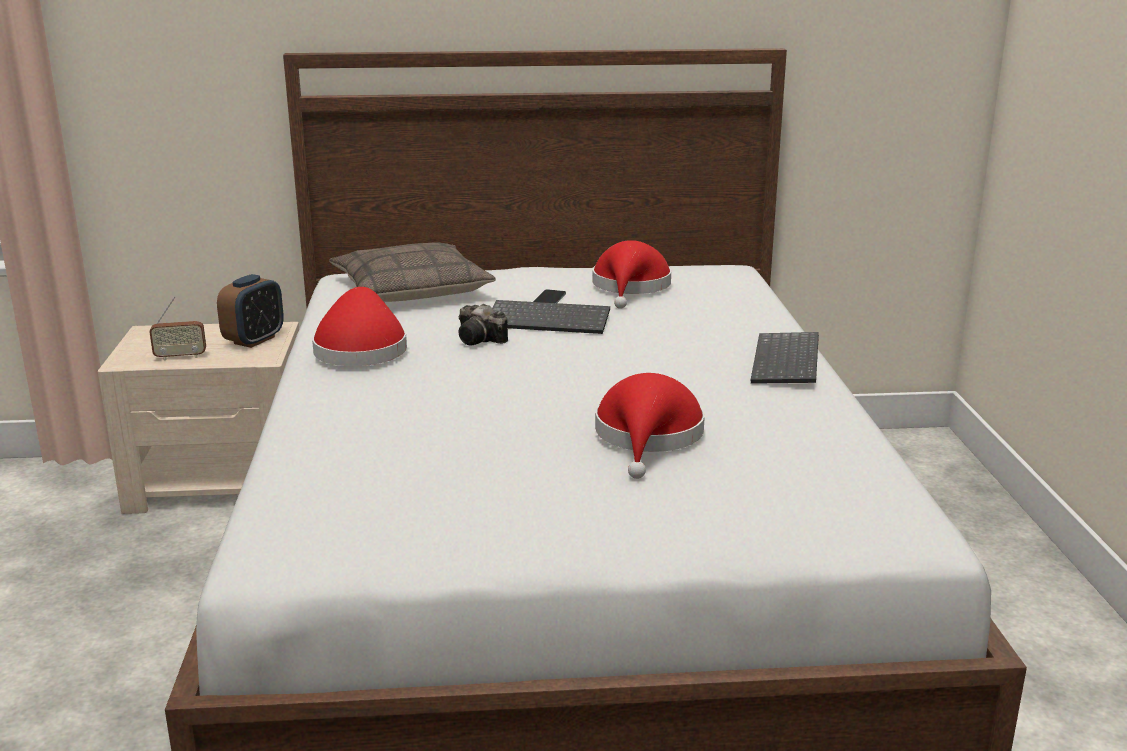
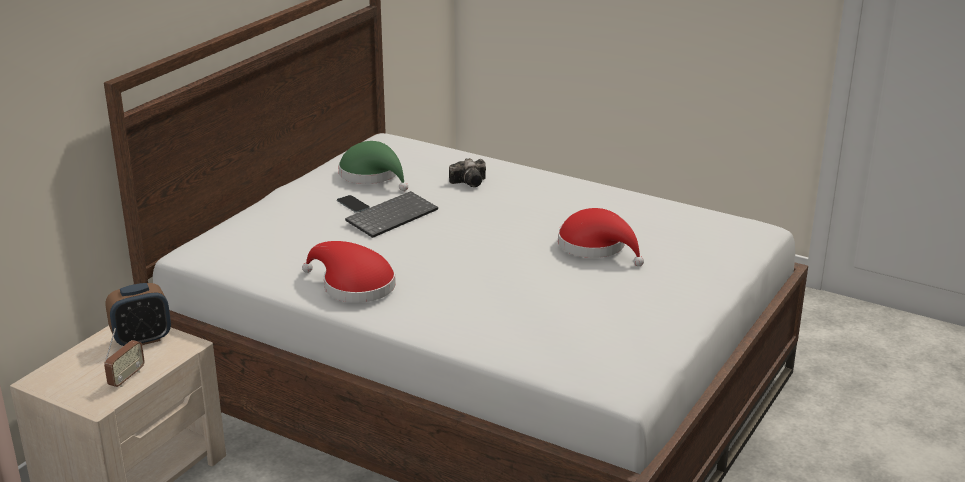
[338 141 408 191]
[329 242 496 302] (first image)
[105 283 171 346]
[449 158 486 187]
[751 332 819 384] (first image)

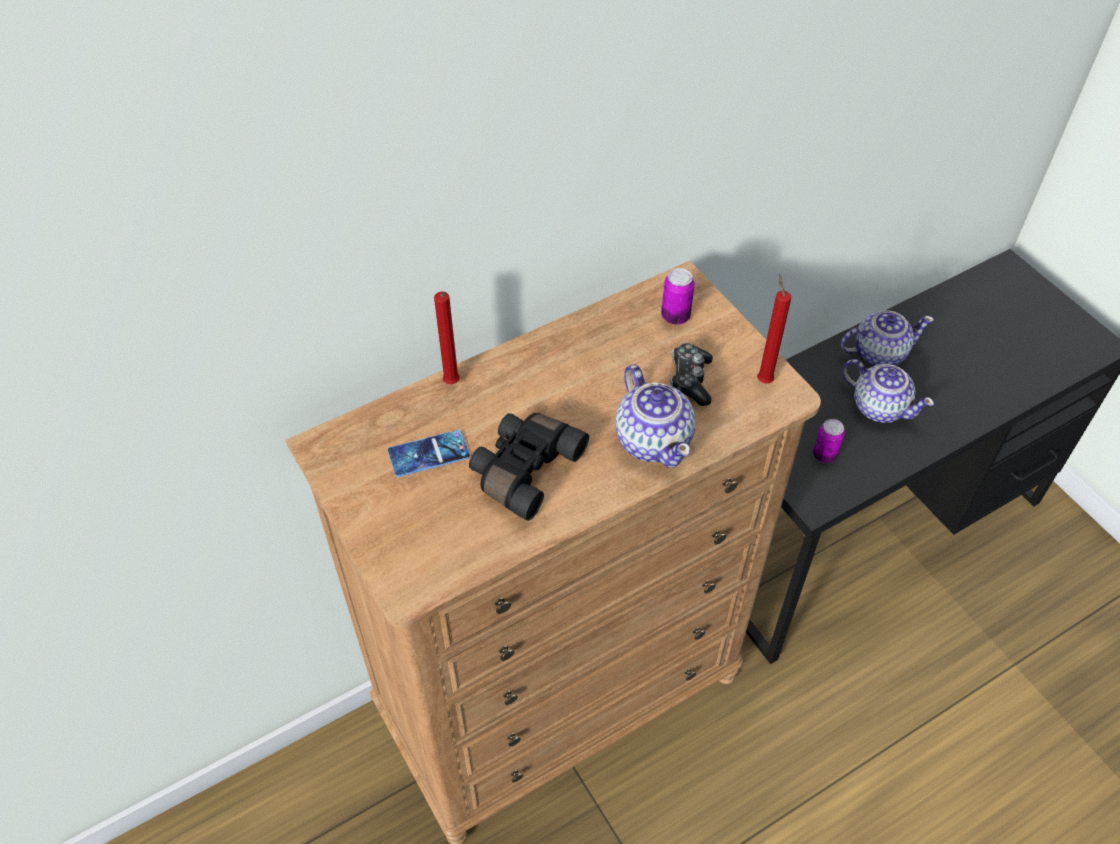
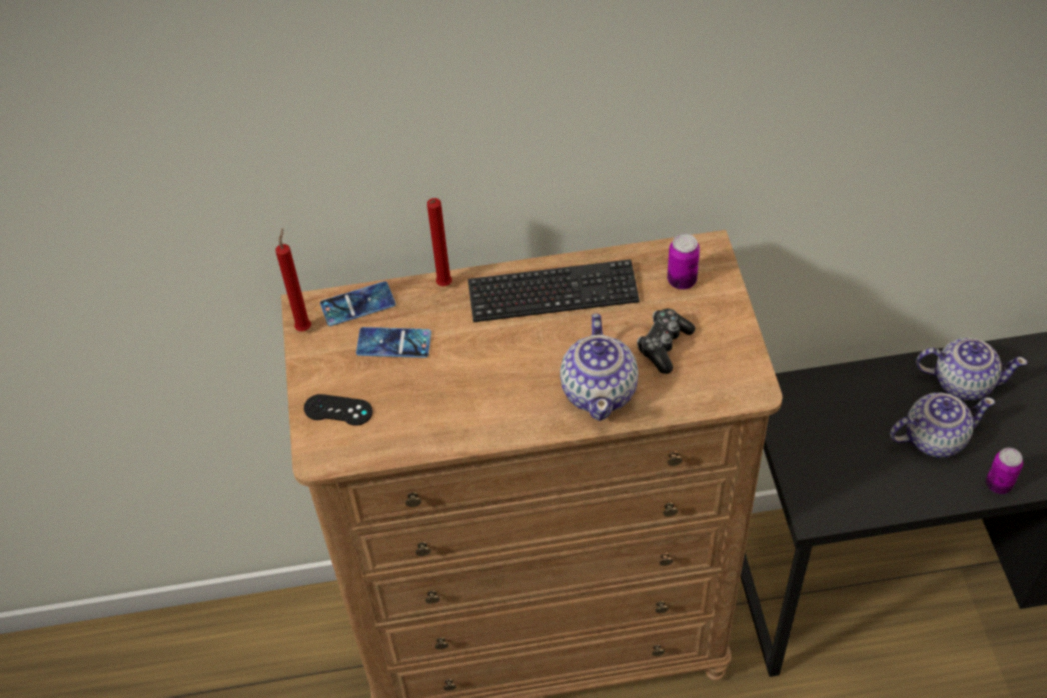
[276 228 311 332]
[890 392 995 458]
[469 413 589 521] (first image)
[986 448 1023 494]
[468 259 640 322]
[320 281 396 326]
[304 394 373 426]

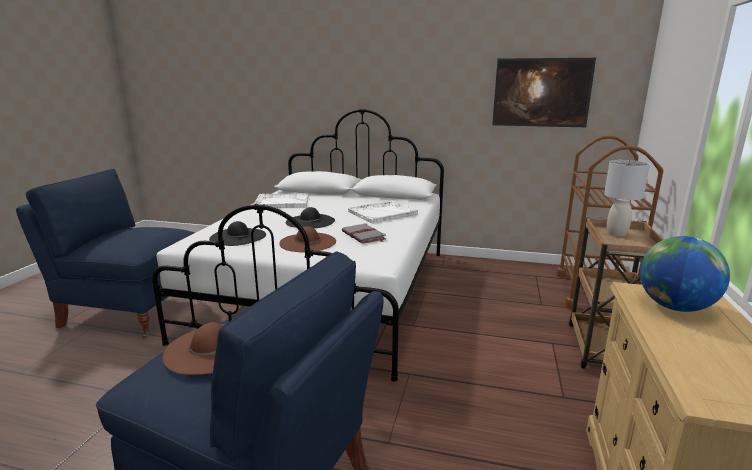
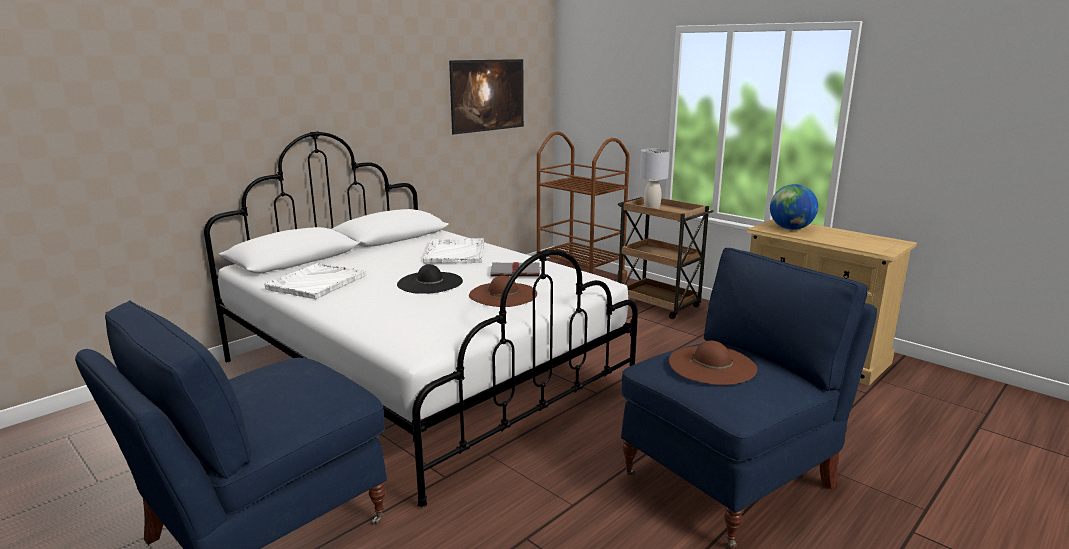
[209 221 266 246] (first image)

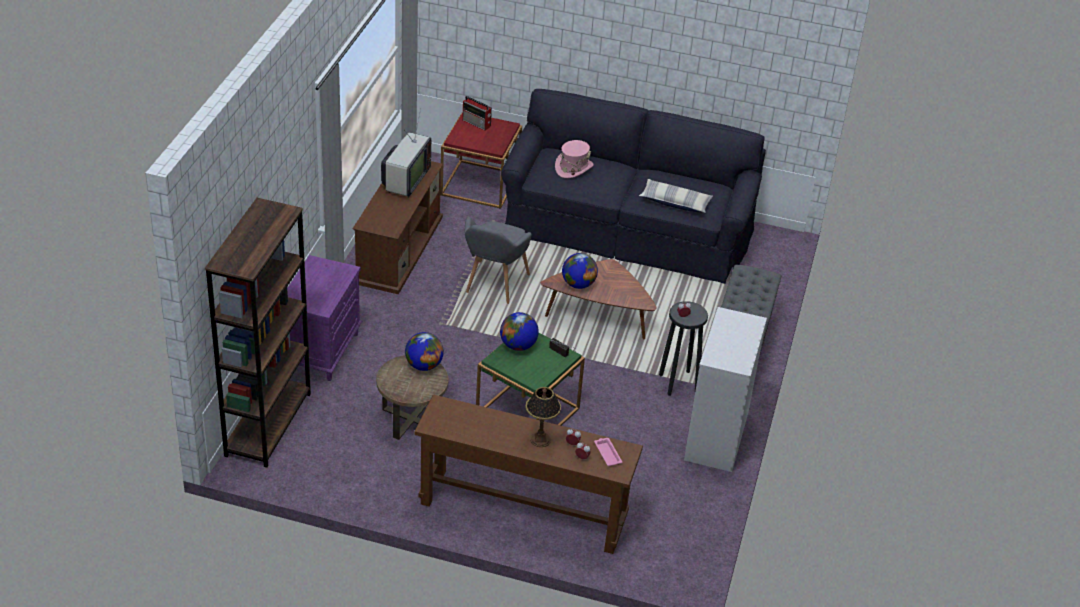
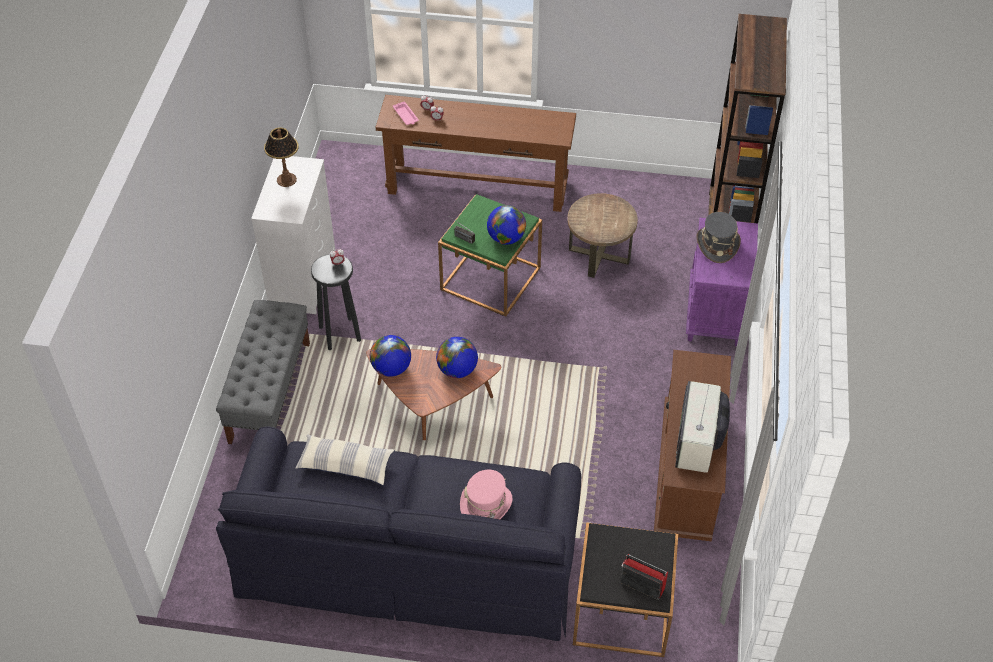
[573 522 678 657]
[465 217 532 304] (first image)
[370 335 411 377]
[264 127 299 187]
[697 212 741 263]

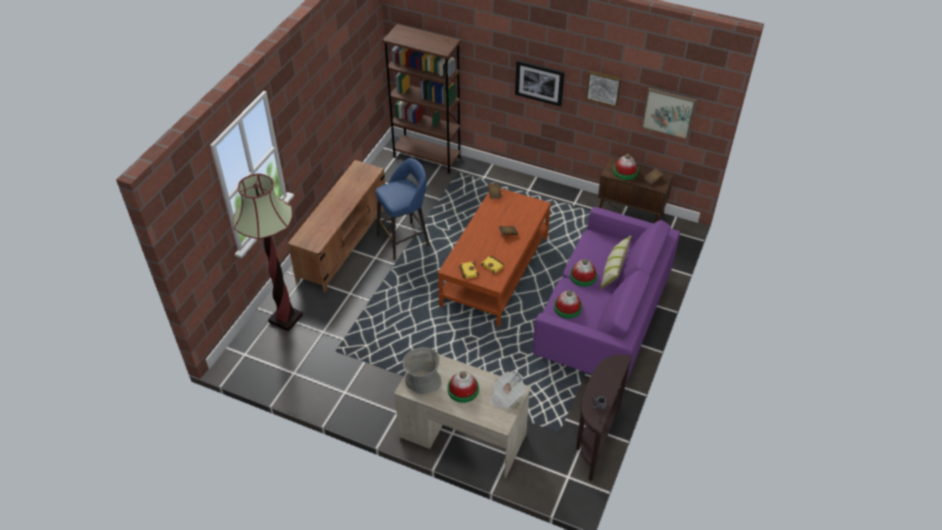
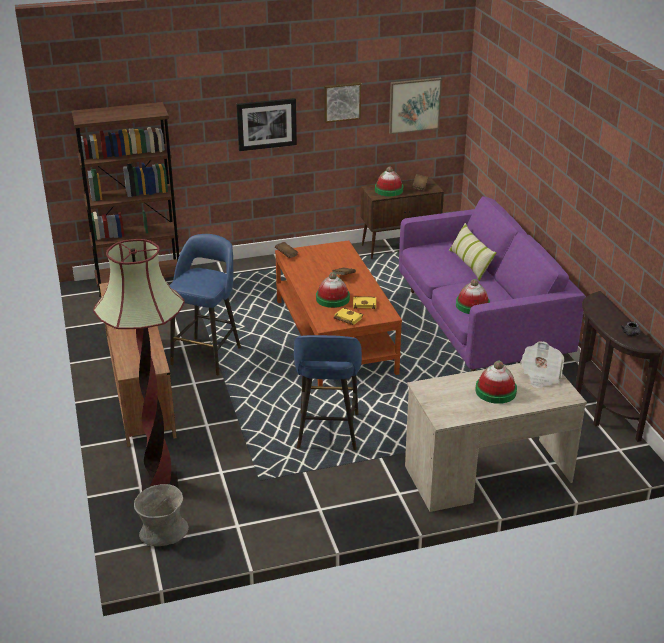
[316 272 350 308]
[134 484 189 546]
[294 335 362 450]

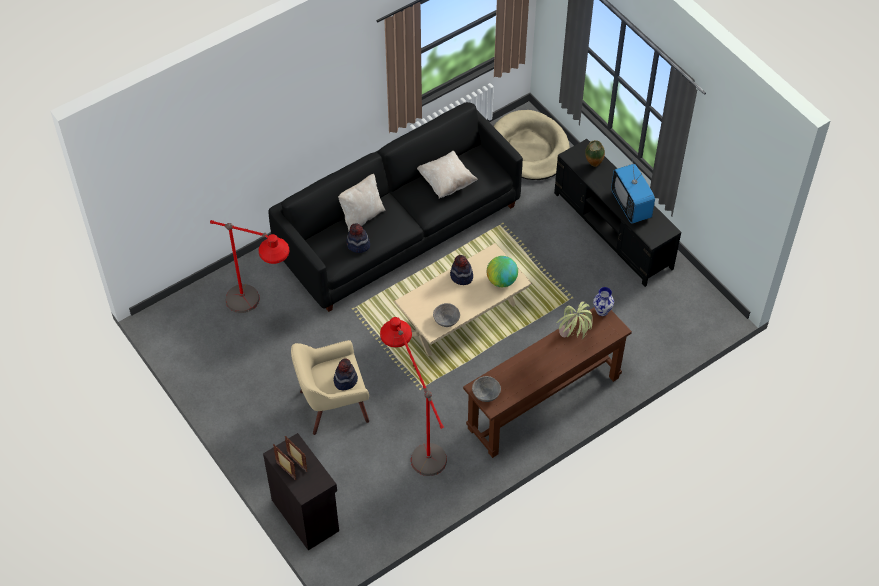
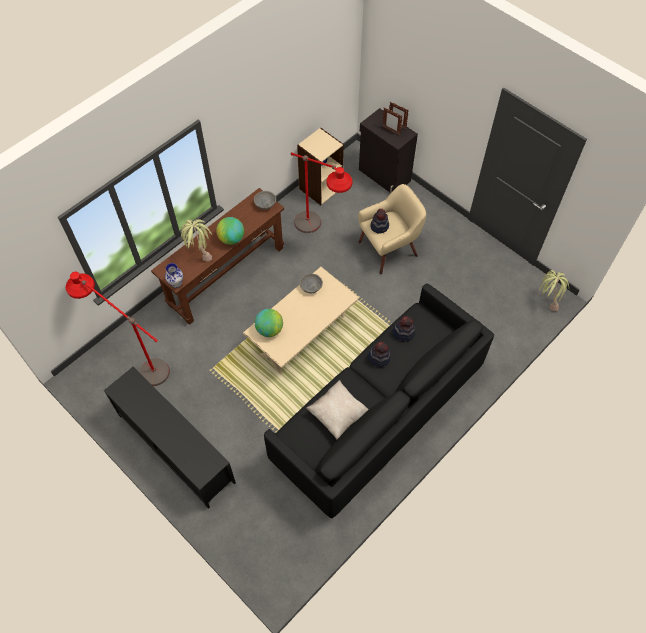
[493 110 570 180] (first image)
[585 140 605 167] (first image)
[611 158 655 224] (first image)
[338 174 386 233] (first image)
[66 272 170 386]
[368 342 390 367]
[297 127 344 205]
[216 217 244 245]
[539 270 569 311]

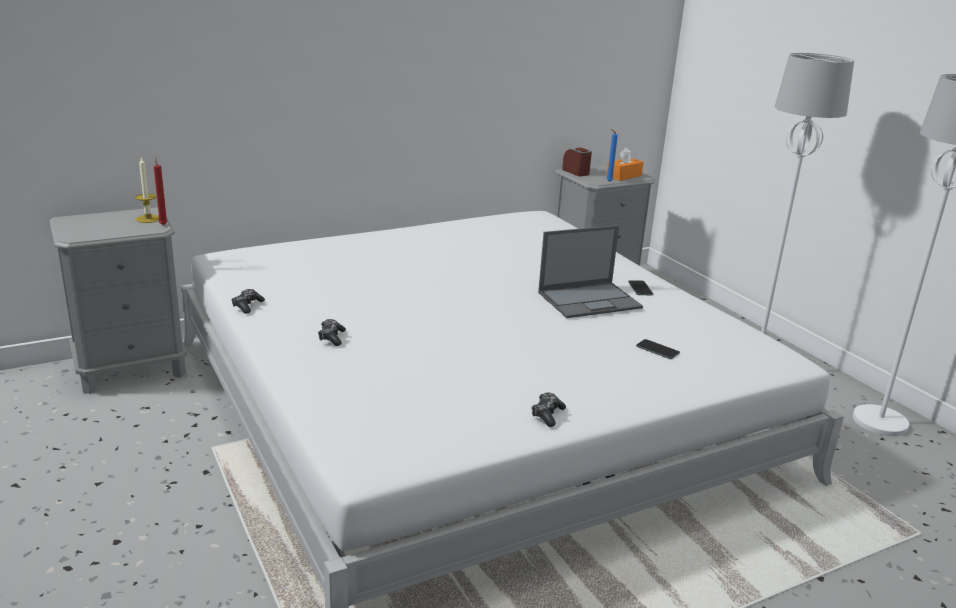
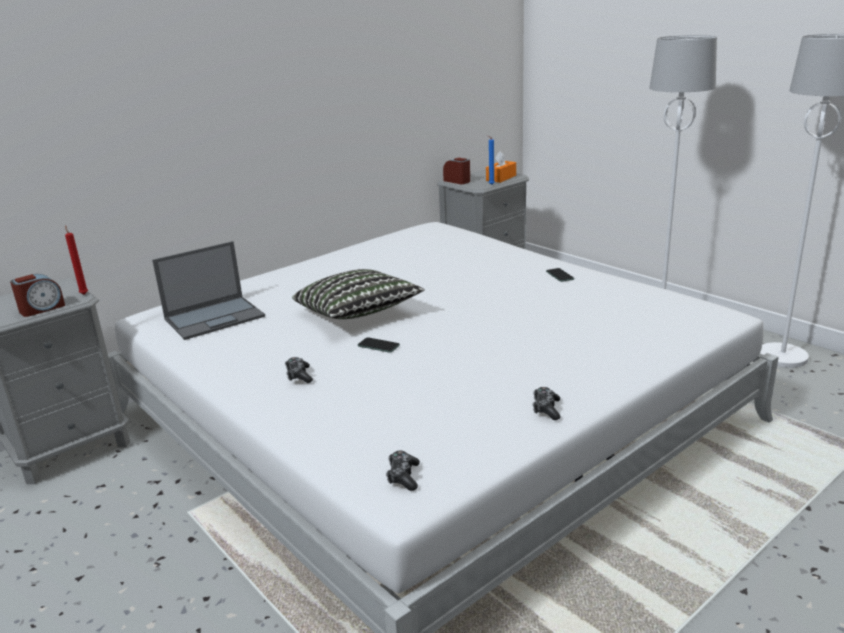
[135 157 159 223] (first image)
[152 241 265 340]
[386 451 420 491]
[358 337 400 353]
[292 269 424 319]
[10 274 65 317]

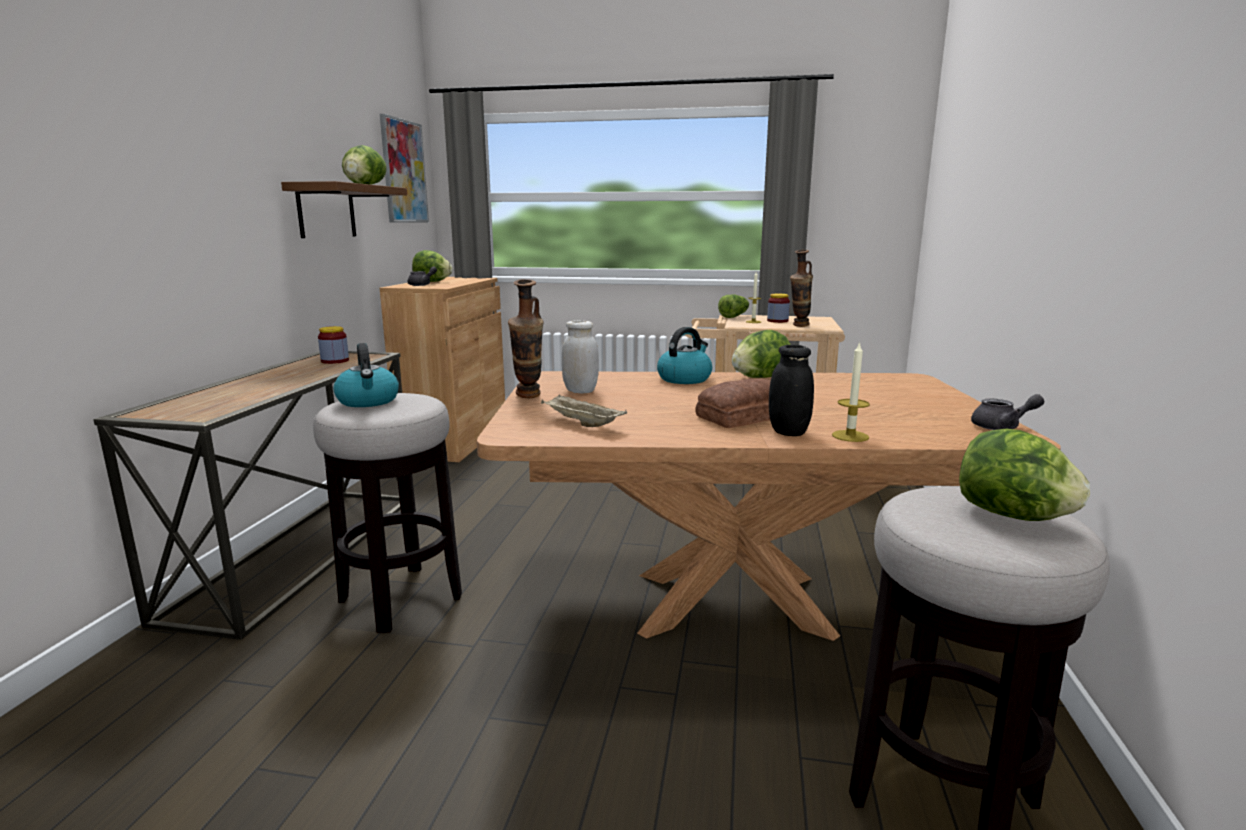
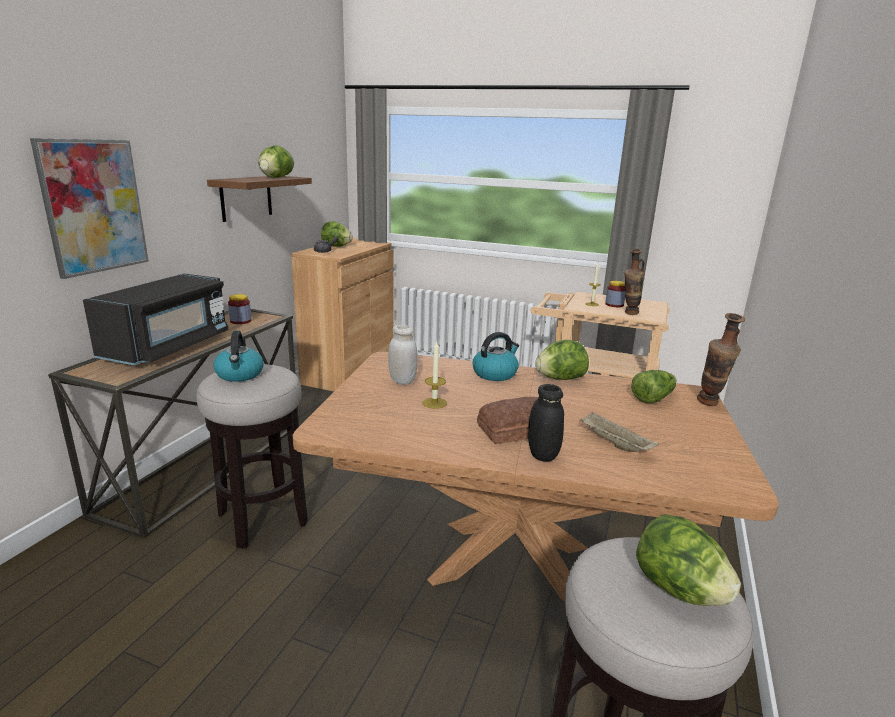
[30 138 149 279]
[697 313 745 406]
[631 370 676 403]
[423 340 447 409]
[579 411 659 452]
[971 394 1044 430] (first image)
[83 274 229 365]

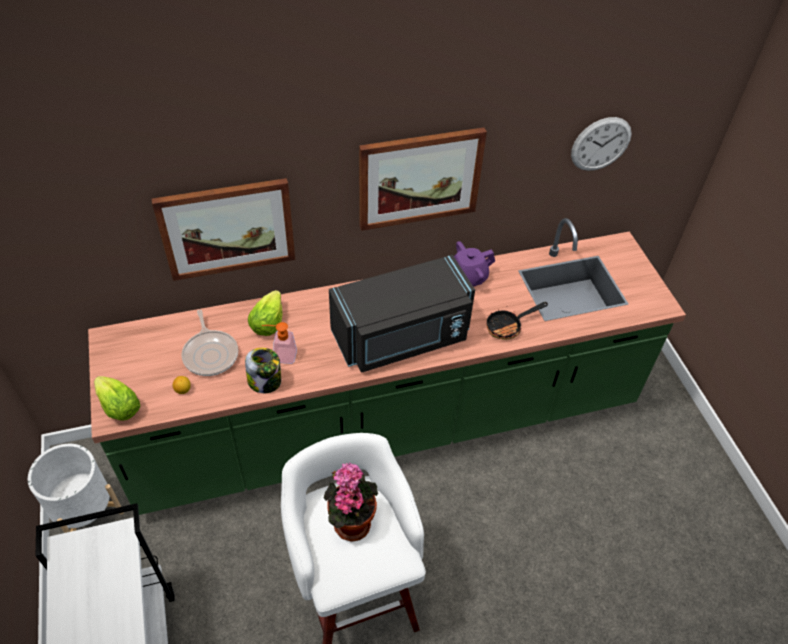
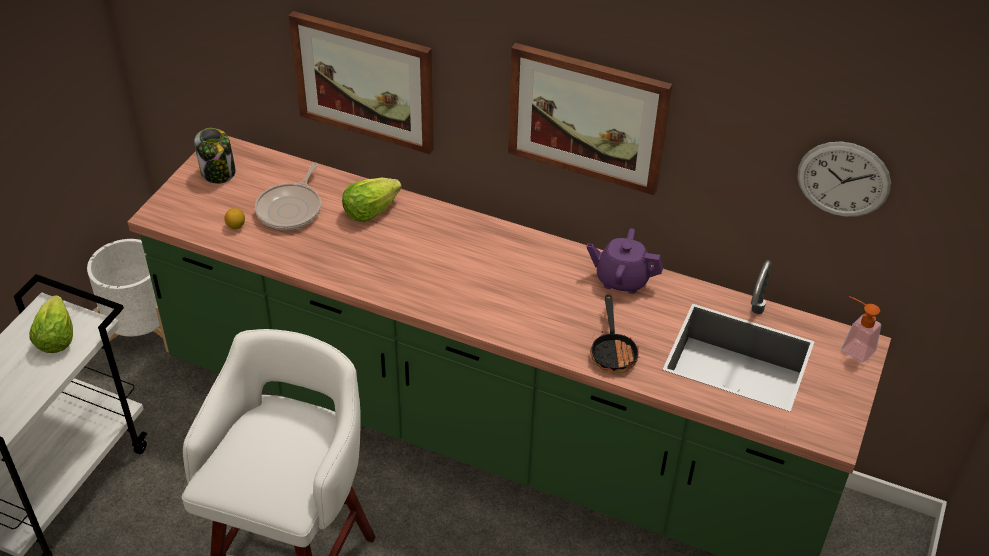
[329 255 475 372] (first image)
[590 295 640 373]
[842 296 881 363]
[194 128 236 184]
[29 295 73 353]
[324 462 378 542] (first image)

